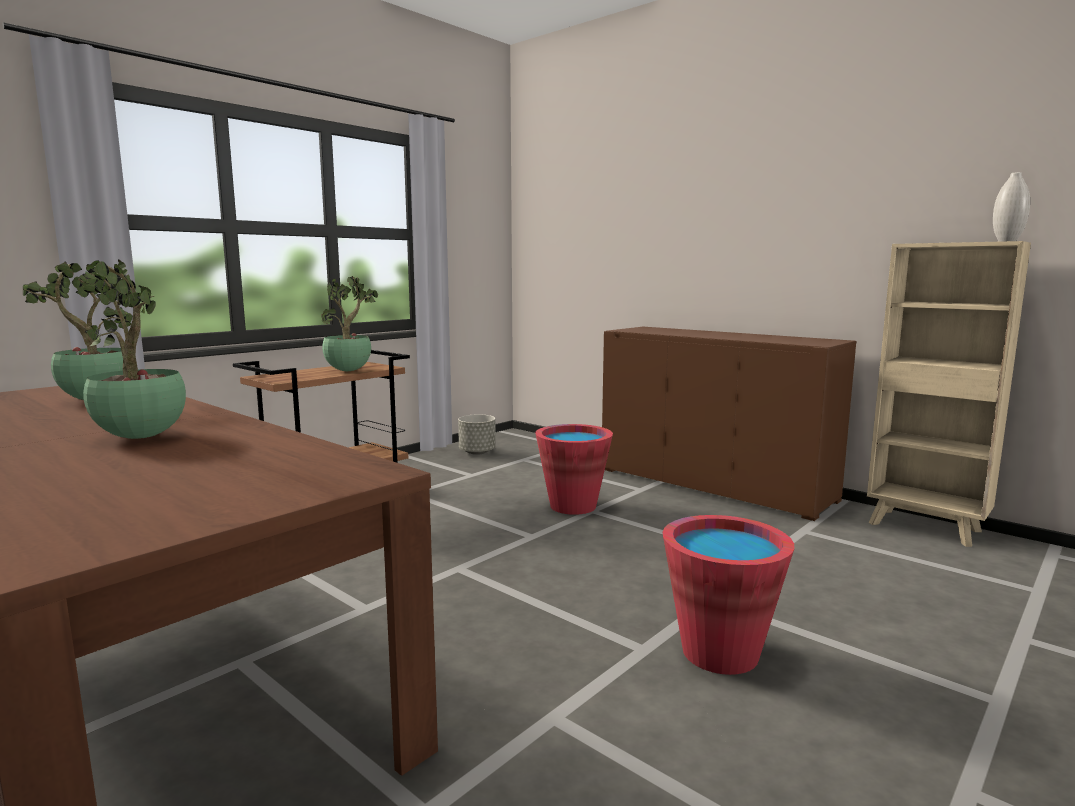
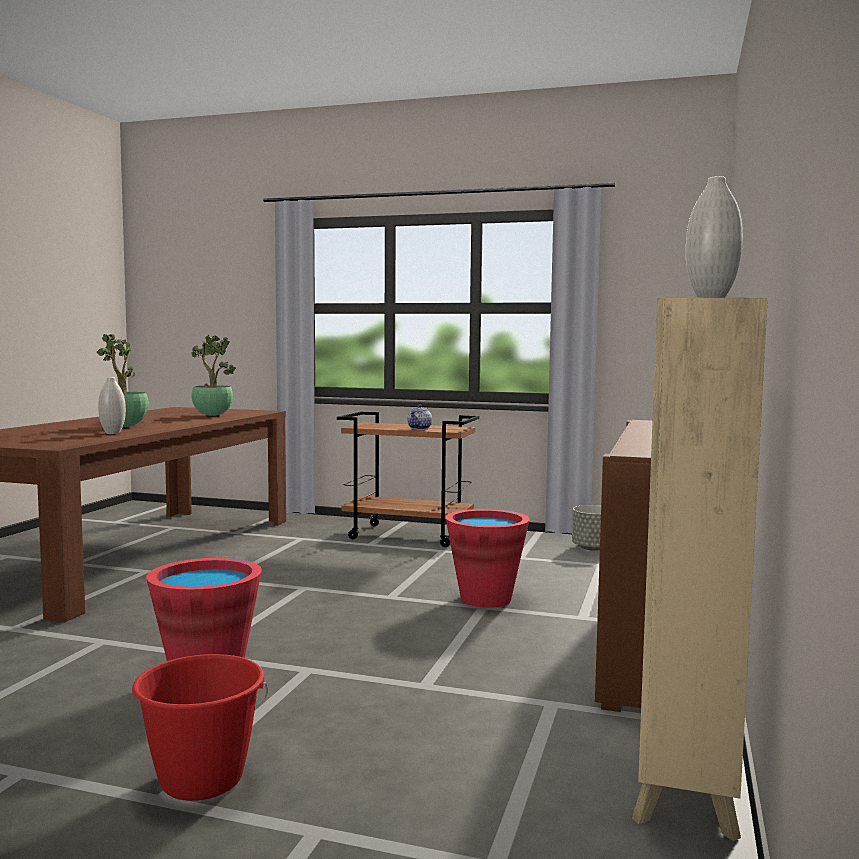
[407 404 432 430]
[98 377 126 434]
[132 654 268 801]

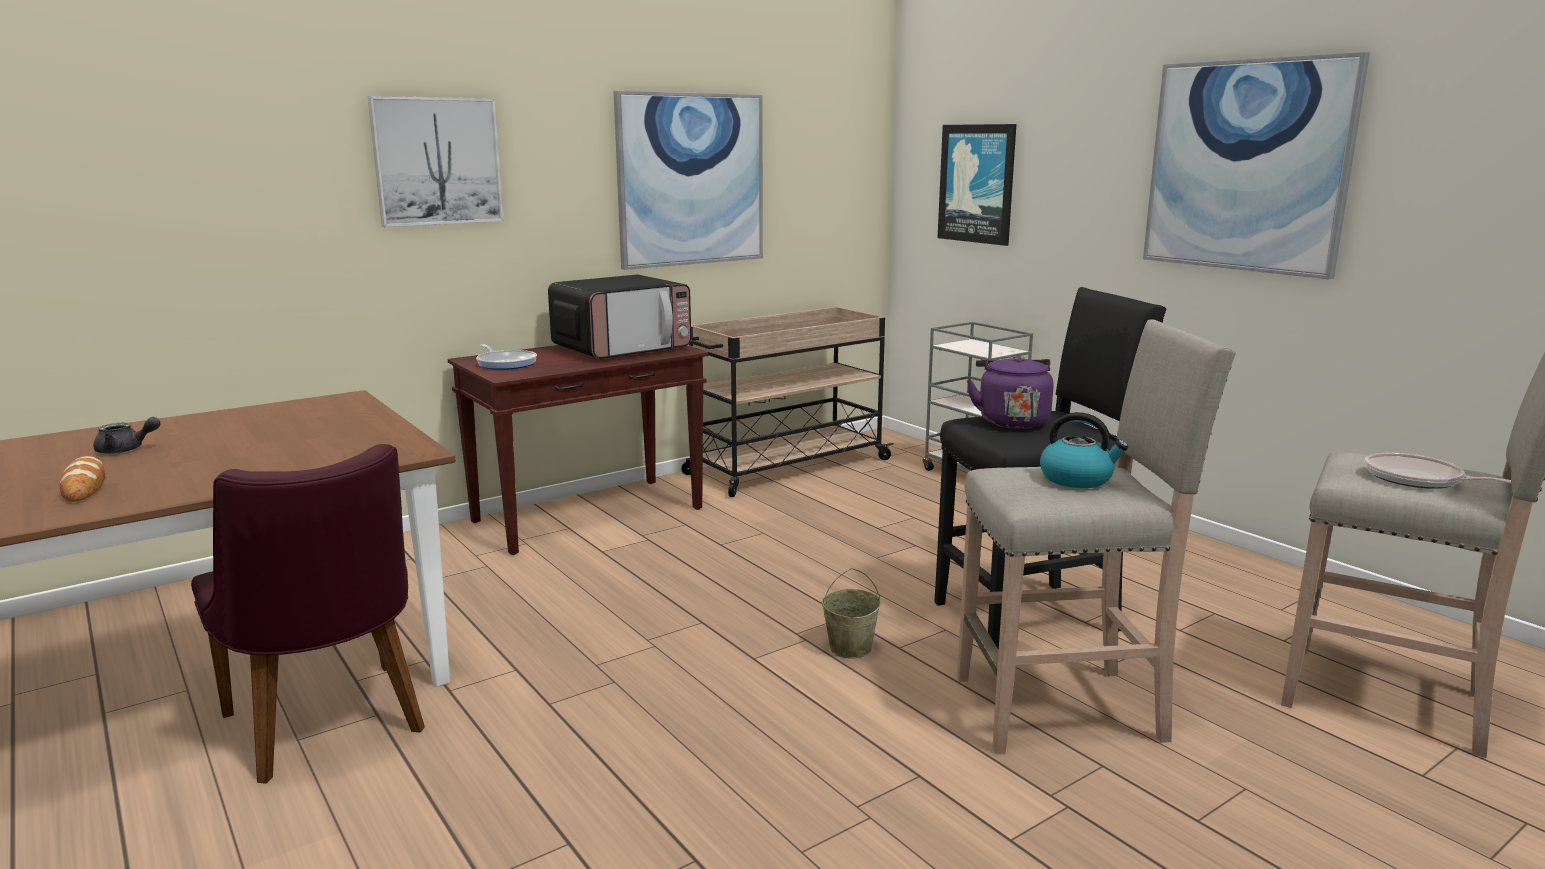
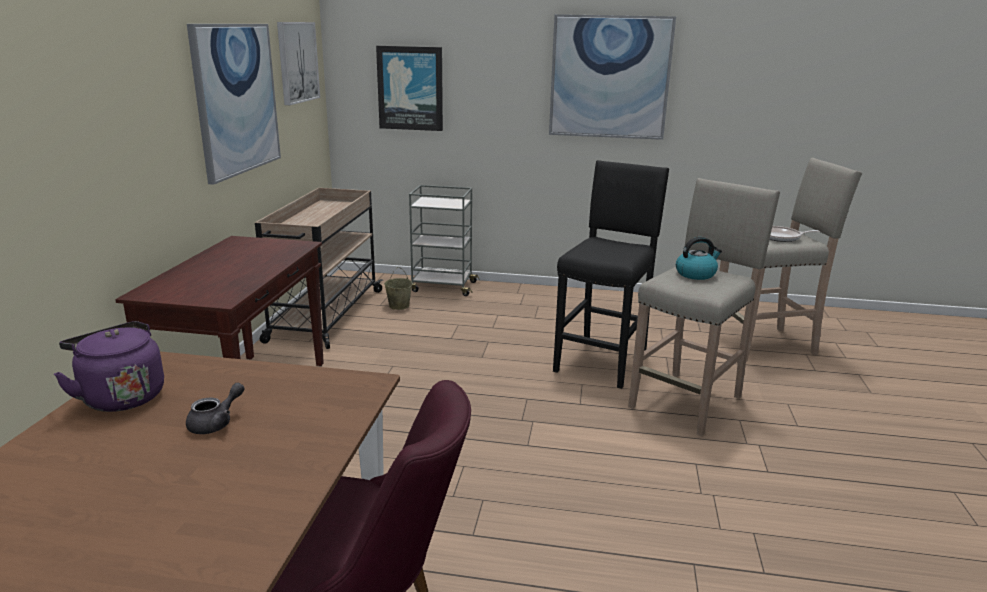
[277 22 320 105]
[548 275 691 359] (first image)
[476 344 537 370] (first image)
[54 321 164 412]
[186 383 245 434]
[60 456 105 502] (first image)
[384 267 413 310]

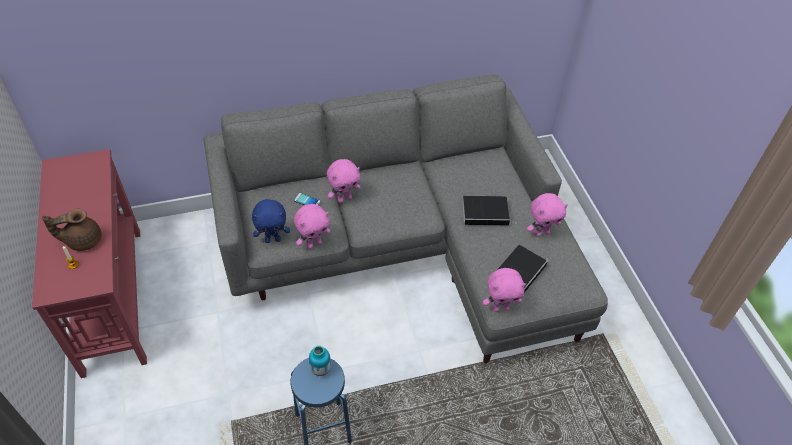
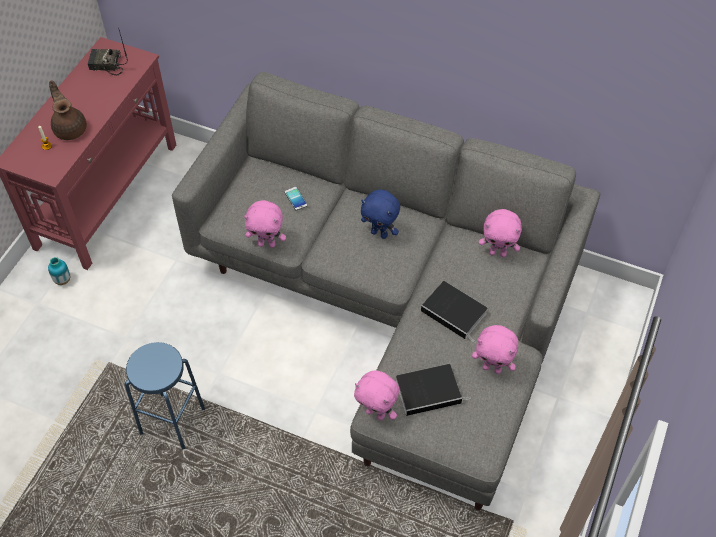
[479 209 522 257]
[361 190 400 239]
[49 80 87 140]
[48 257 70 285]
[88 30 128 75]

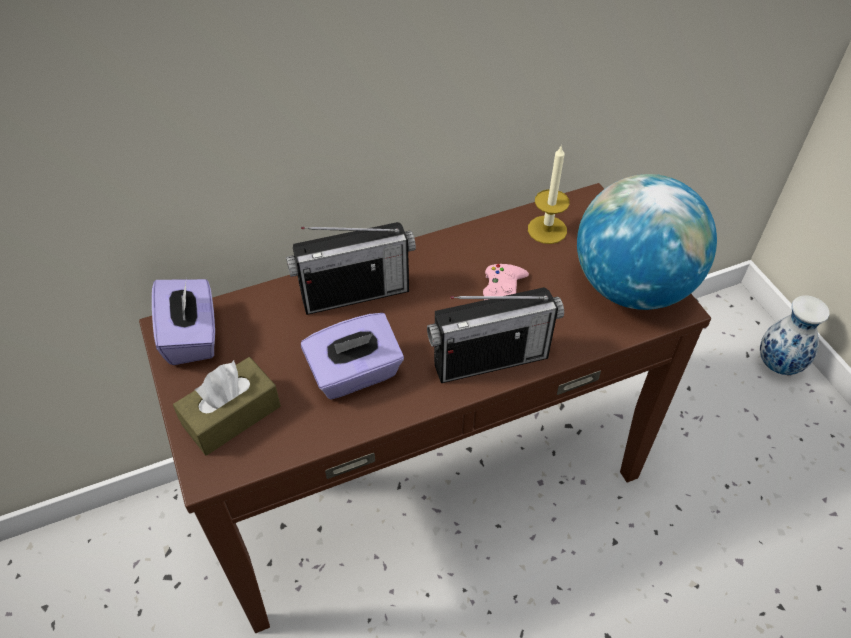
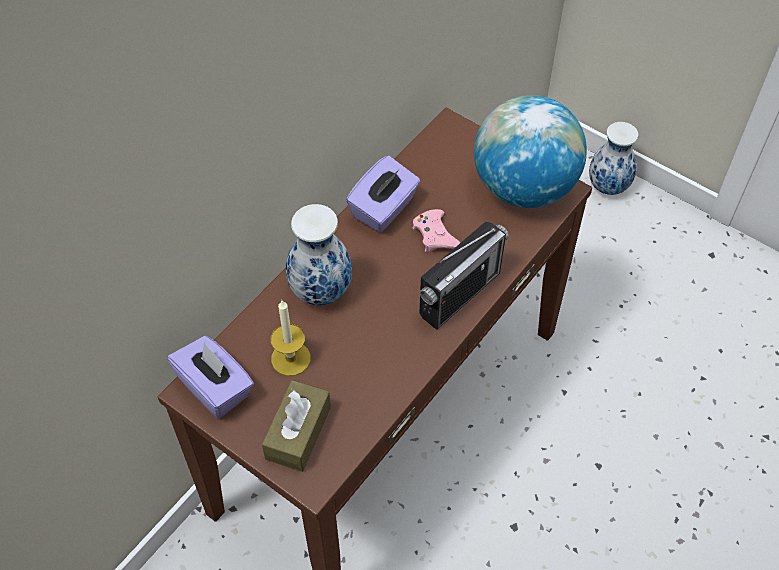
[271 300 311 376]
[286 204 352 305]
[346 155 420 233]

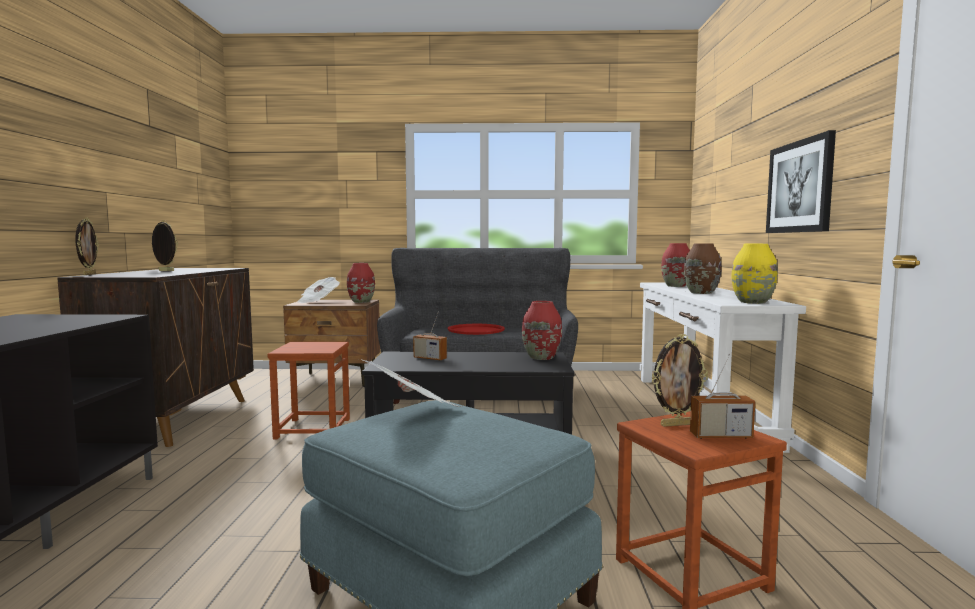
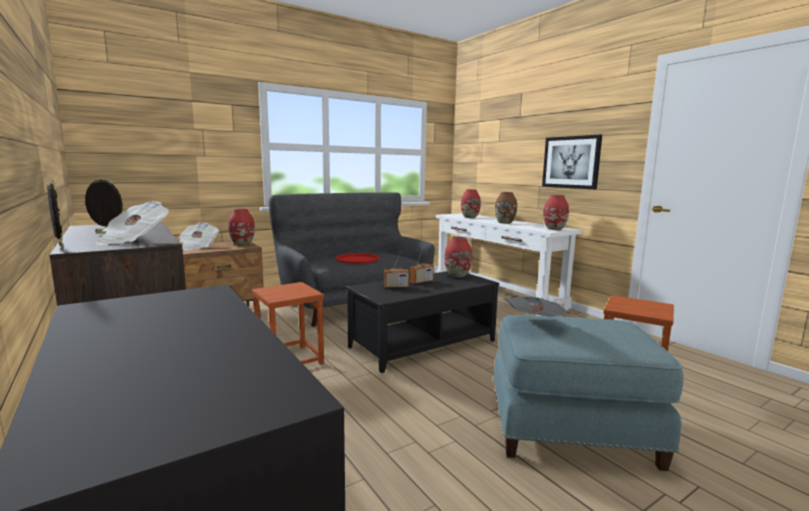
[543 195 569 230]
[651 334 708 427] (first image)
[410 251 434 284]
[95 201 169 245]

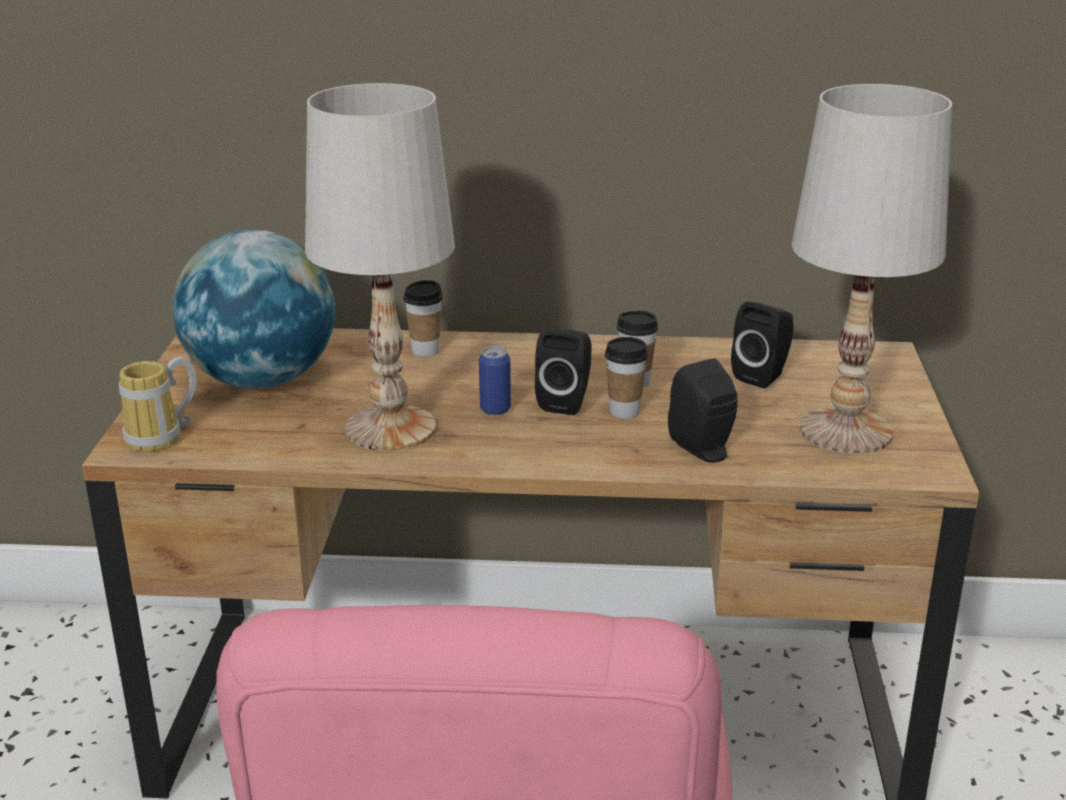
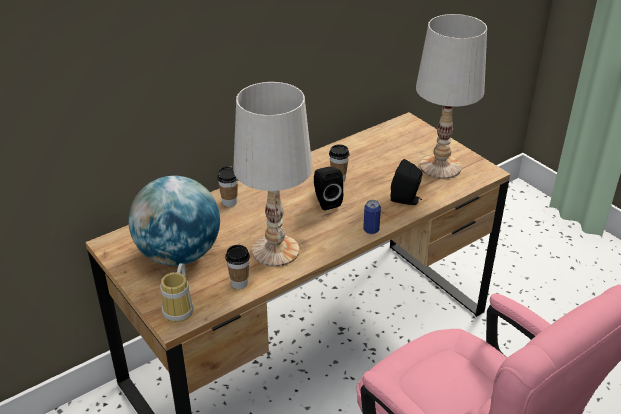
[731 302 794 388] (first image)
[225 245 250 289]
[363 200 381 234]

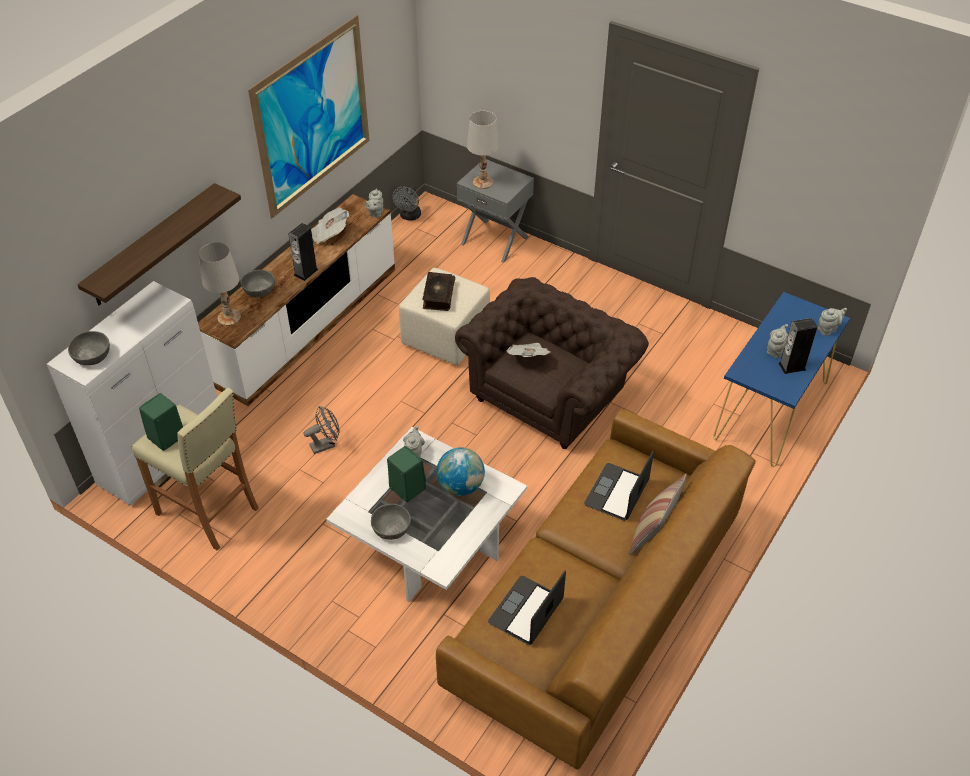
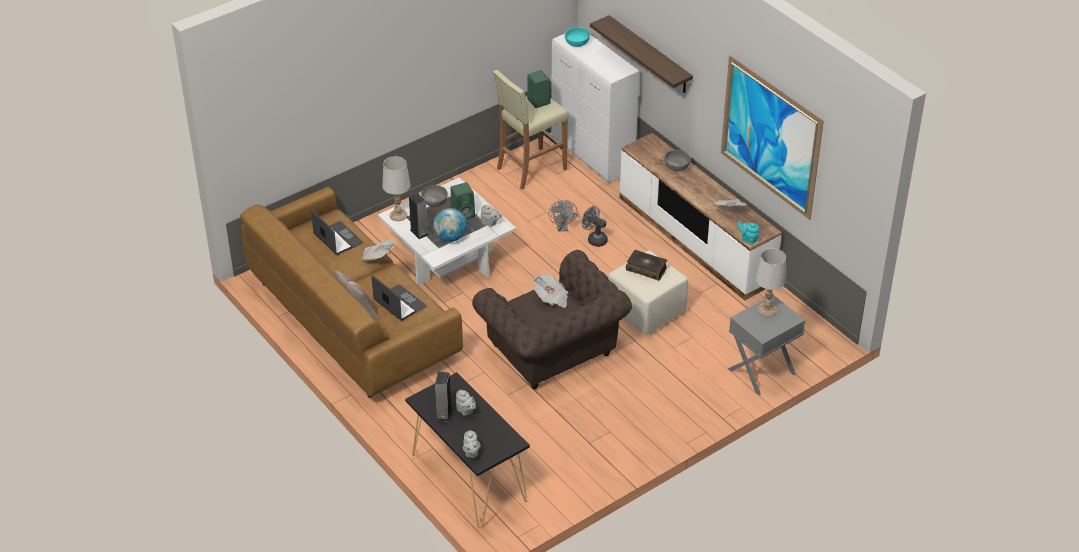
[582 206 608 247]
[737 221 759 244]
[409 193 429 239]
[382 156 410 221]
[405 372 530 527]
[565 27 590 47]
[361 239 395 261]

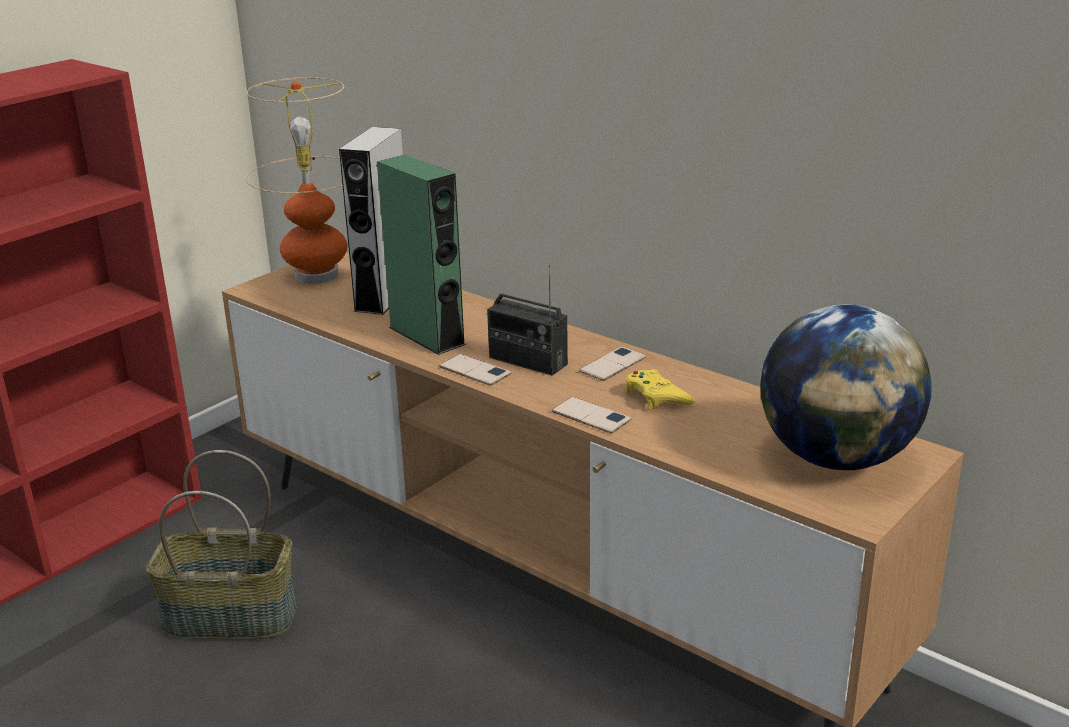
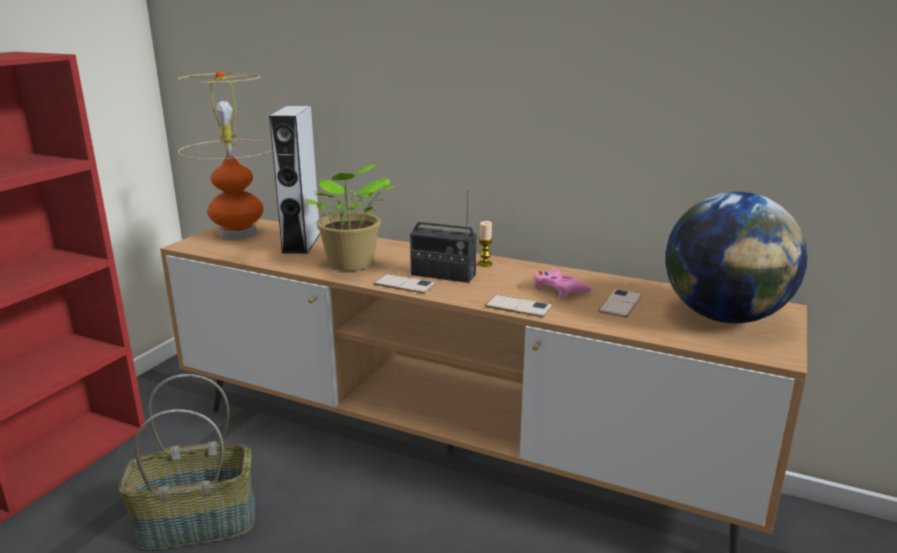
[306 163 395 271]
[598 289 642 317]
[534 268 592 298]
[478 221 493 267]

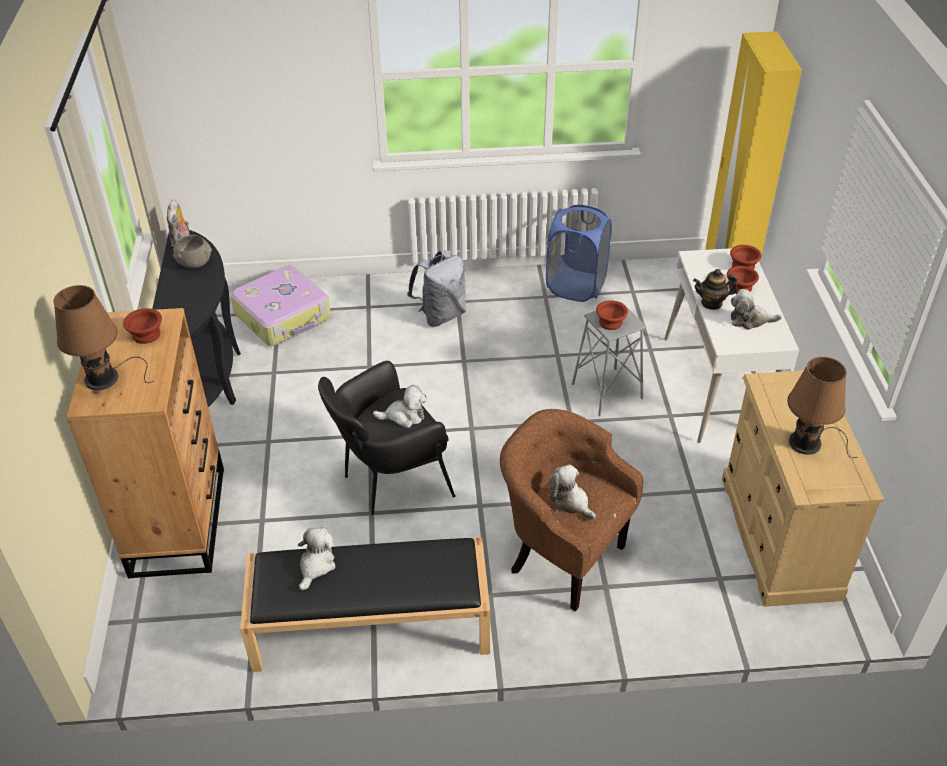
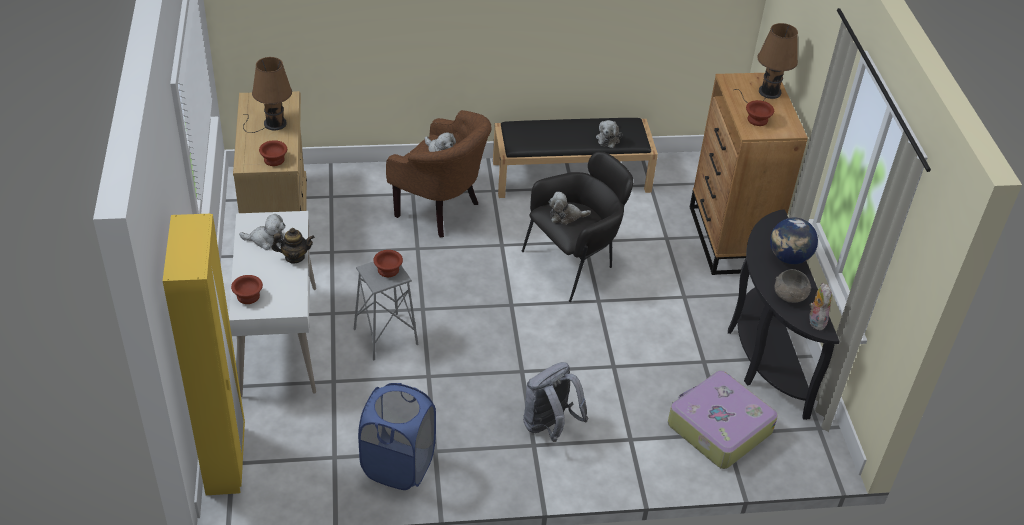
[259 140 287 166]
[770 217 818 264]

